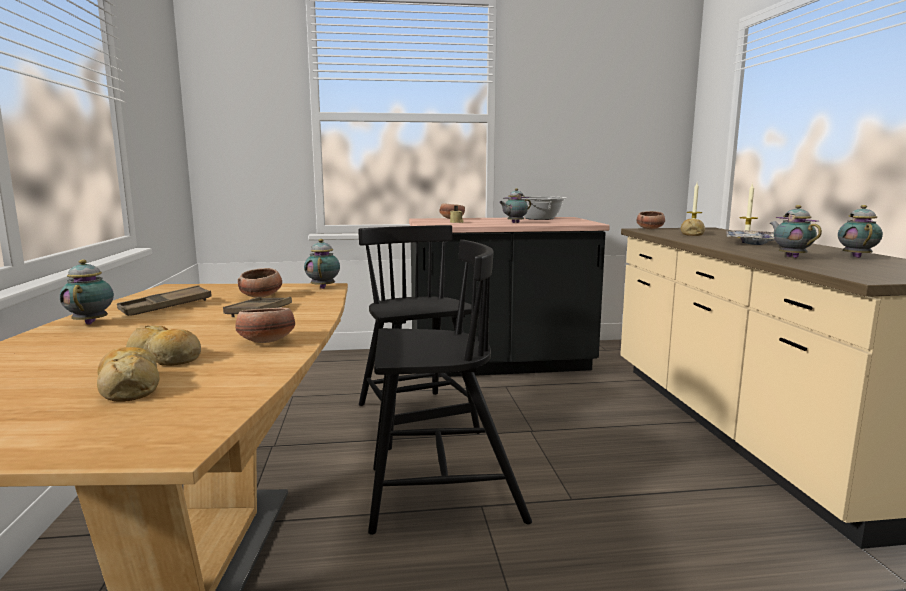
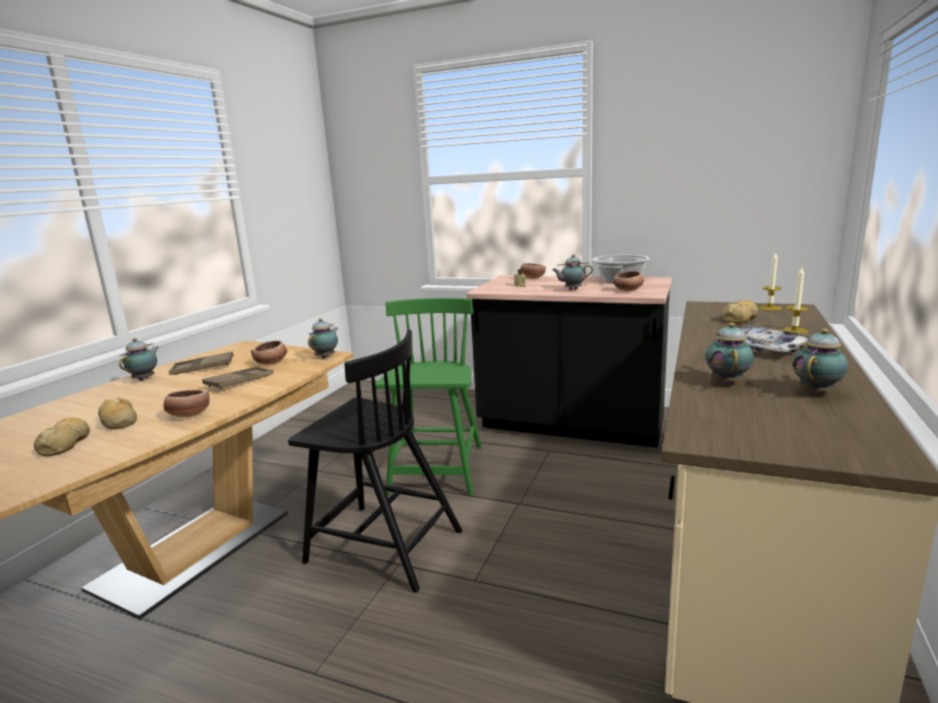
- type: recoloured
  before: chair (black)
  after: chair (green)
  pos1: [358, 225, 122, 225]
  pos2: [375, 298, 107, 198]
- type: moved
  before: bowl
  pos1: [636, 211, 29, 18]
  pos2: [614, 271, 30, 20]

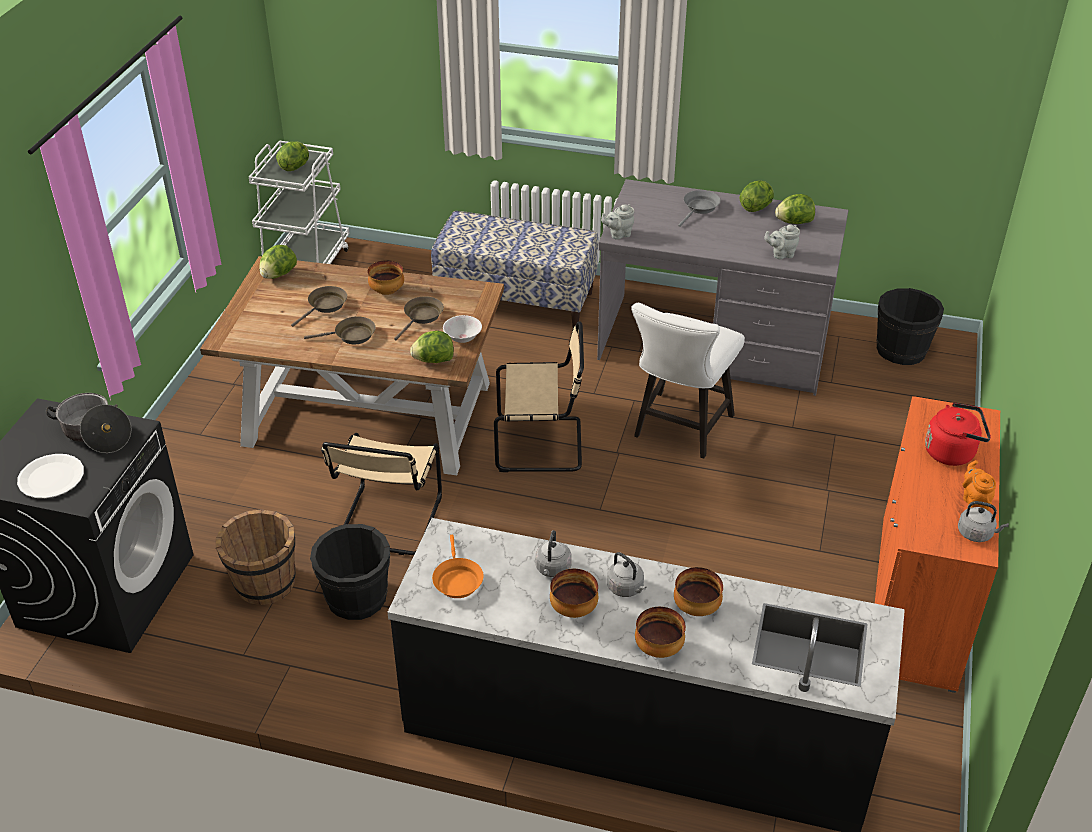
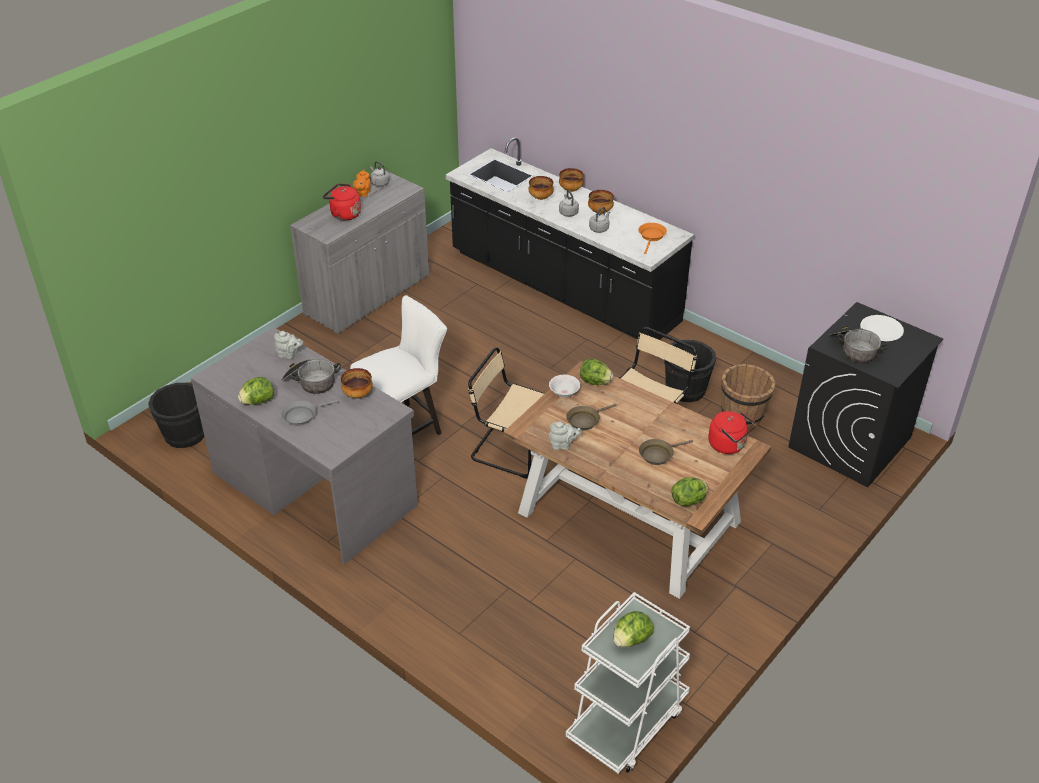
- type: added
  after: cooking pot
  pos2: [282, 359, 59, 35]
- type: recoloured
  before: cabinet (orange)
  after: cabinet (grey)
  pos1: [875, 396, 125, 297]
  pos2: [290, 171, 139, 163]
- type: moved
  before: bowl
  pos1: [367, 260, 37, 35]
  pos2: [341, 368, 32, 31]
- type: moved
  before: teapot (grey)
  pos1: [601, 204, 33, 36]
  pos2: [549, 421, 33, 29]
- type: added
  after: kettle (red)
  pos2: [708, 411, 48, 43]
- type: removed
  before: frying pan (brown)
  pos1: [304, 316, 72, 28]
- type: removed
  before: bench
  pos1: [431, 211, 167, 116]
- type: removed
  before: lettuce
  pos1: [775, 194, 40, 30]

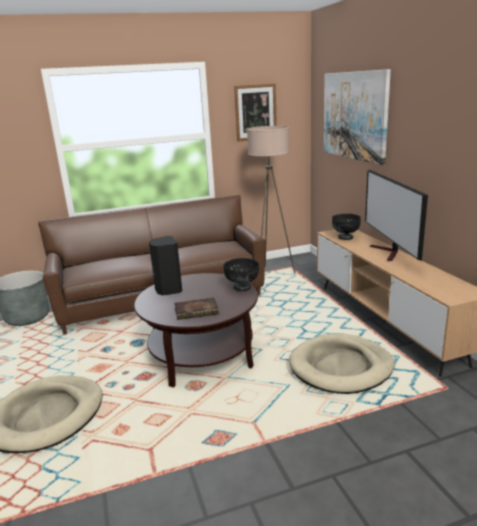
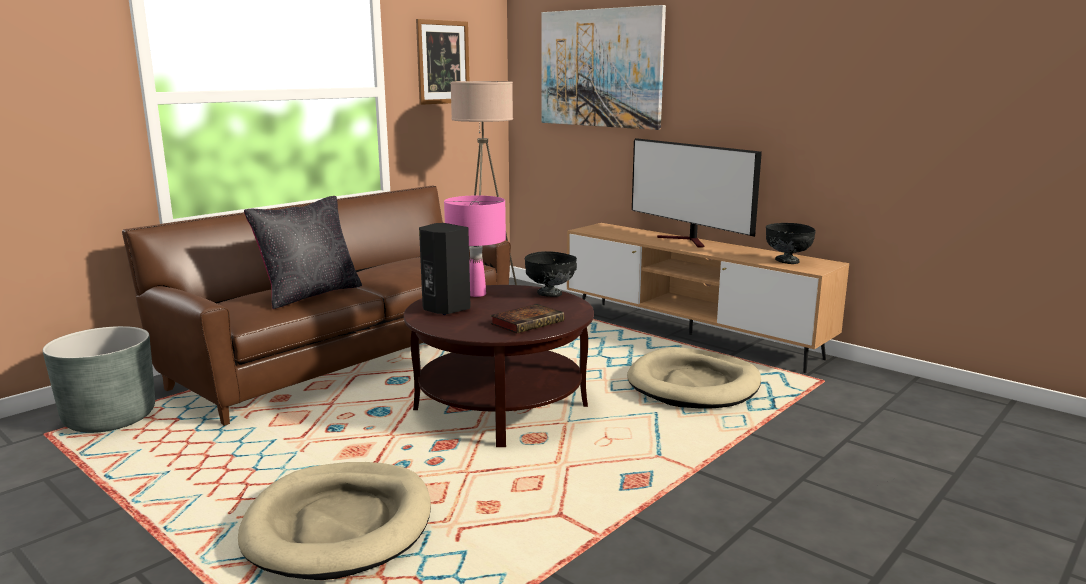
- type: added
  after: pillow (black)
  pos2: [244, 196, 118, 113]
- type: added
  after: table lamp (pink)
  pos2: [444, 195, 62, 102]
- type: moved
  before: bowl (black)
  pos1: [332, 214, 29, 26]
  pos2: [766, 223, 50, 41]

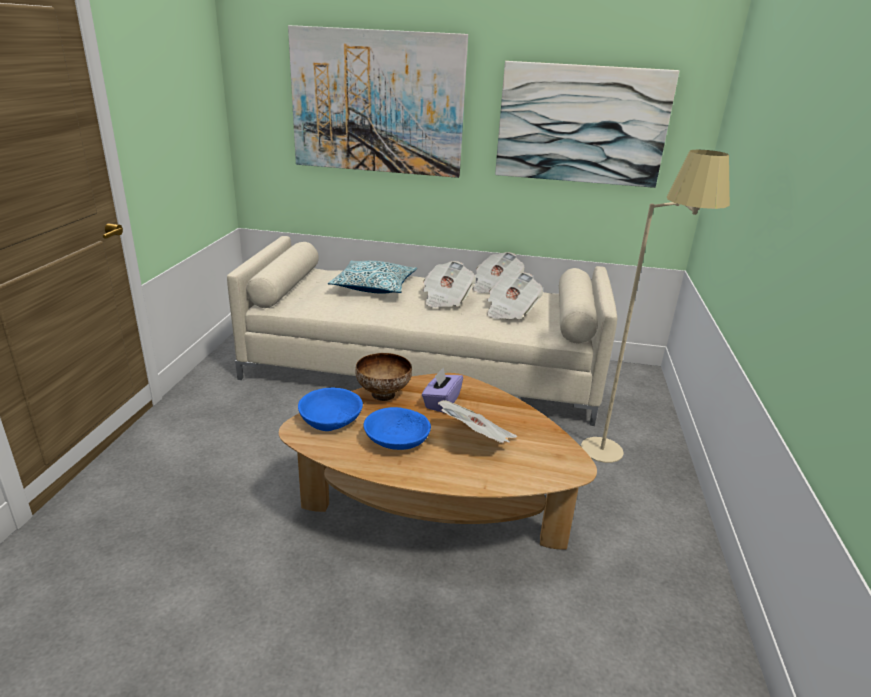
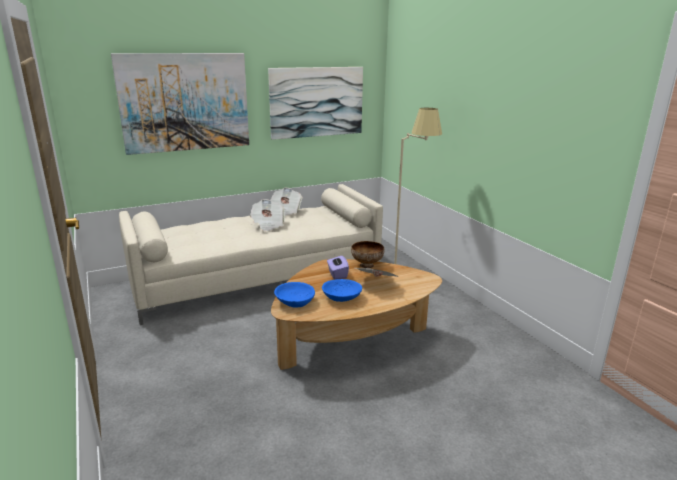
- type: moved
  before: bowl
  pos1: [355, 353, 57, 48]
  pos2: [351, 241, 33, 27]
- type: removed
  before: pillow
  pos1: [328, 261, 89, 33]
- type: removed
  before: newspaper
  pos1: [487, 272, 56, 47]

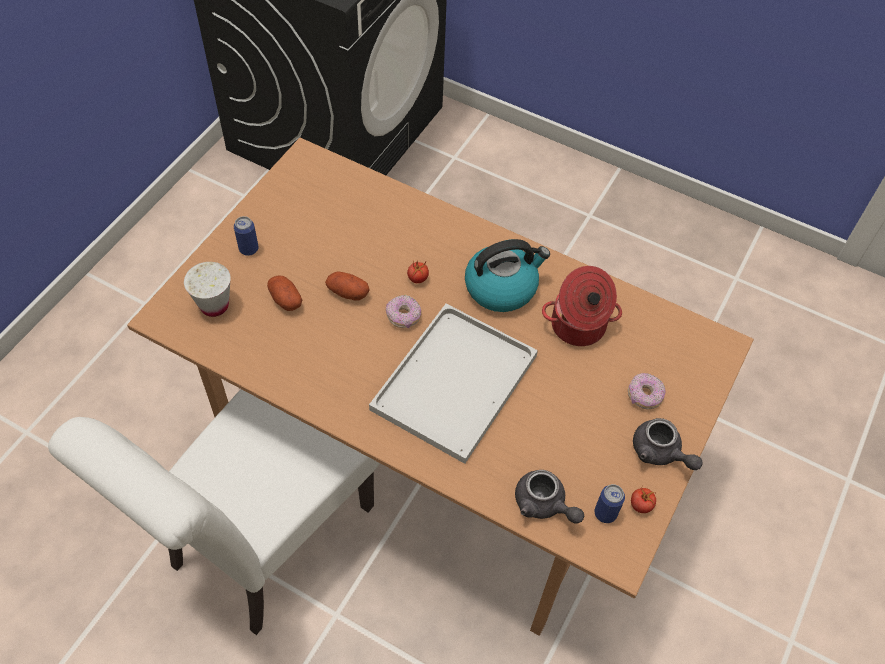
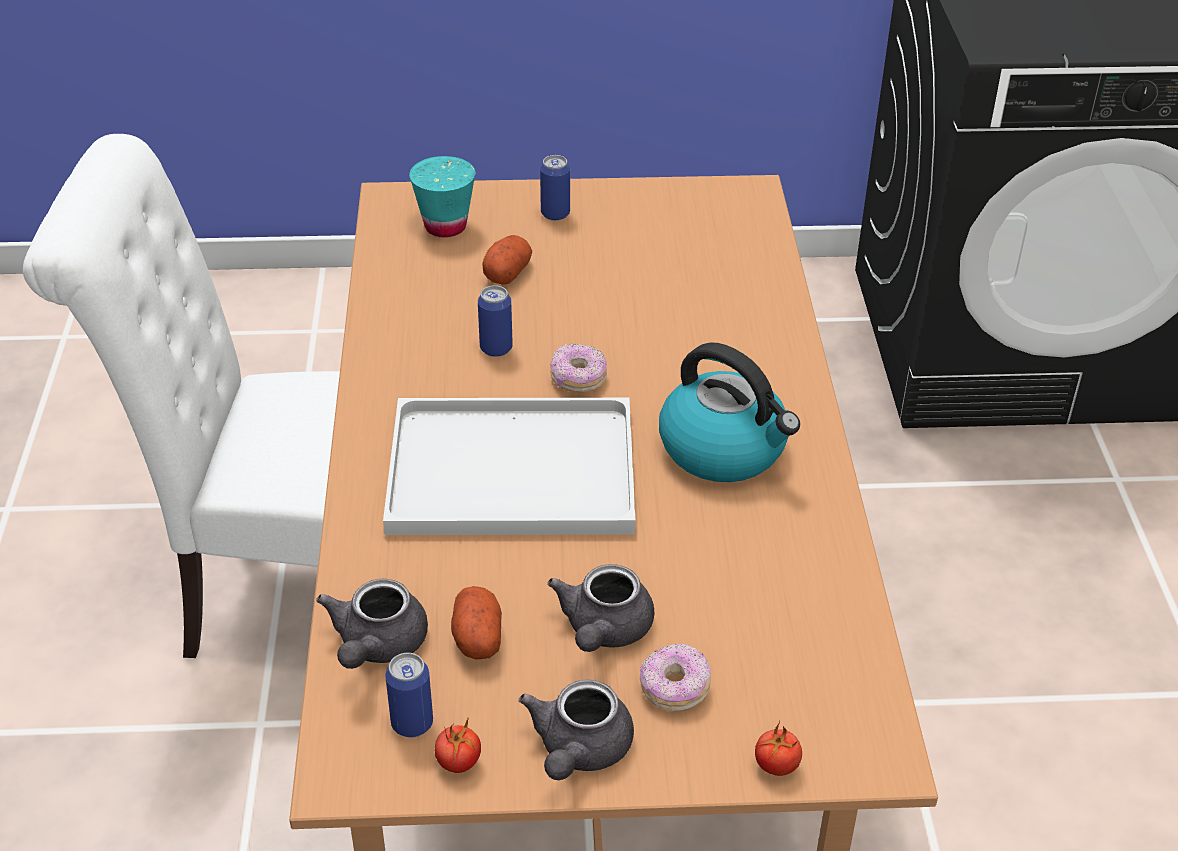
- type: recoloured
  before: cup (white)
  after: cup (turquoise)
  pos1: [184, 262, 47, 55]
  pos2: [409, 156, 66, 82]
- type: moved
  before: potato
  pos1: [325, 271, 45, 30]
  pos2: [451, 586, 51, 74]
- type: added
  after: can
  pos2: [478, 285, 35, 72]
- type: added
  after: teapot (grey)
  pos2: [547, 564, 107, 88]
- type: moved
  before: tomato
  pos1: [407, 260, 22, 23]
  pos2: [755, 720, 47, 56]
- type: removed
  before: cooking pot
  pos1: [542, 266, 80, 80]

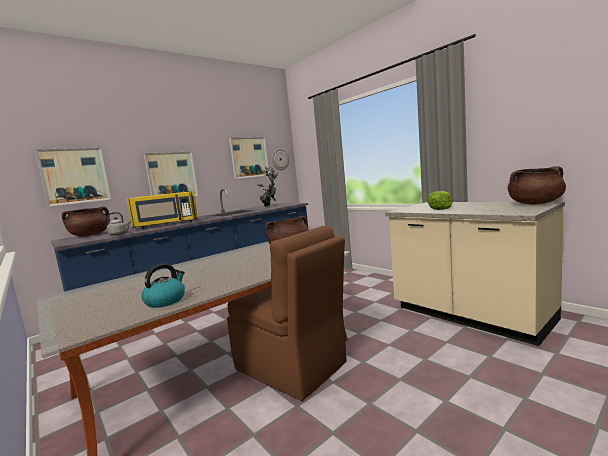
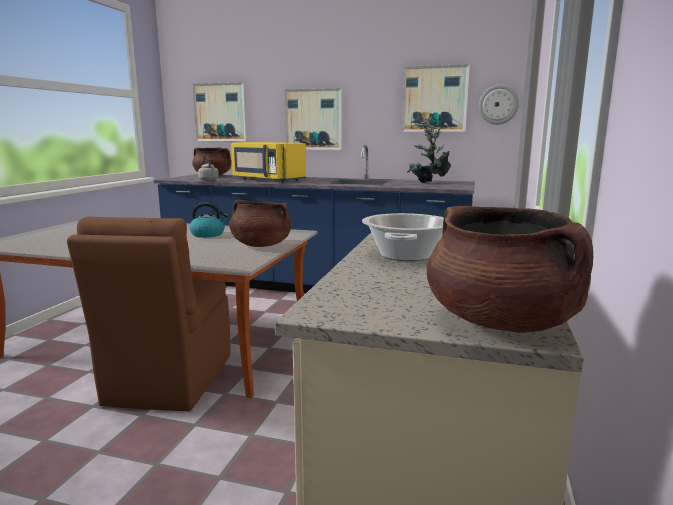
- type: moved
  before: kettle
  pos1: [141, 264, 44, 44]
  pos2: [189, 203, 40, 35]
- type: replaced
  before: lettuce
  after: cooking pot
  pos1: [427, 191, 25, 19]
  pos2: [362, 213, 82, 48]

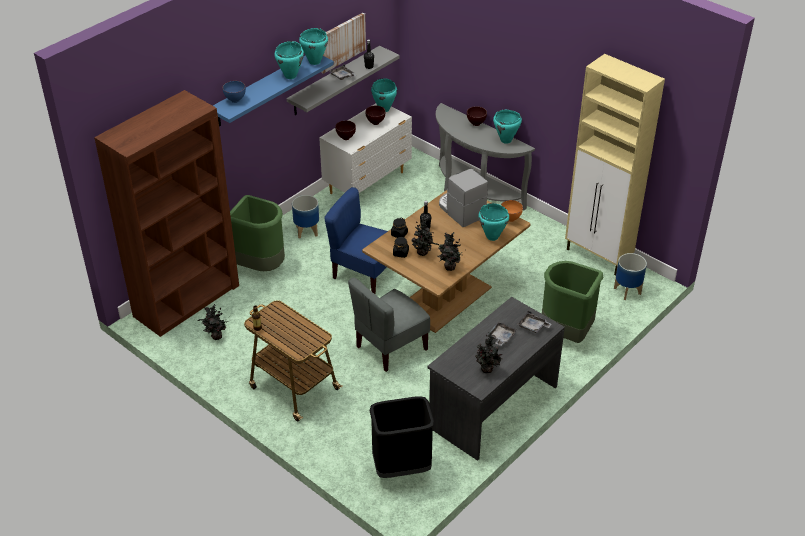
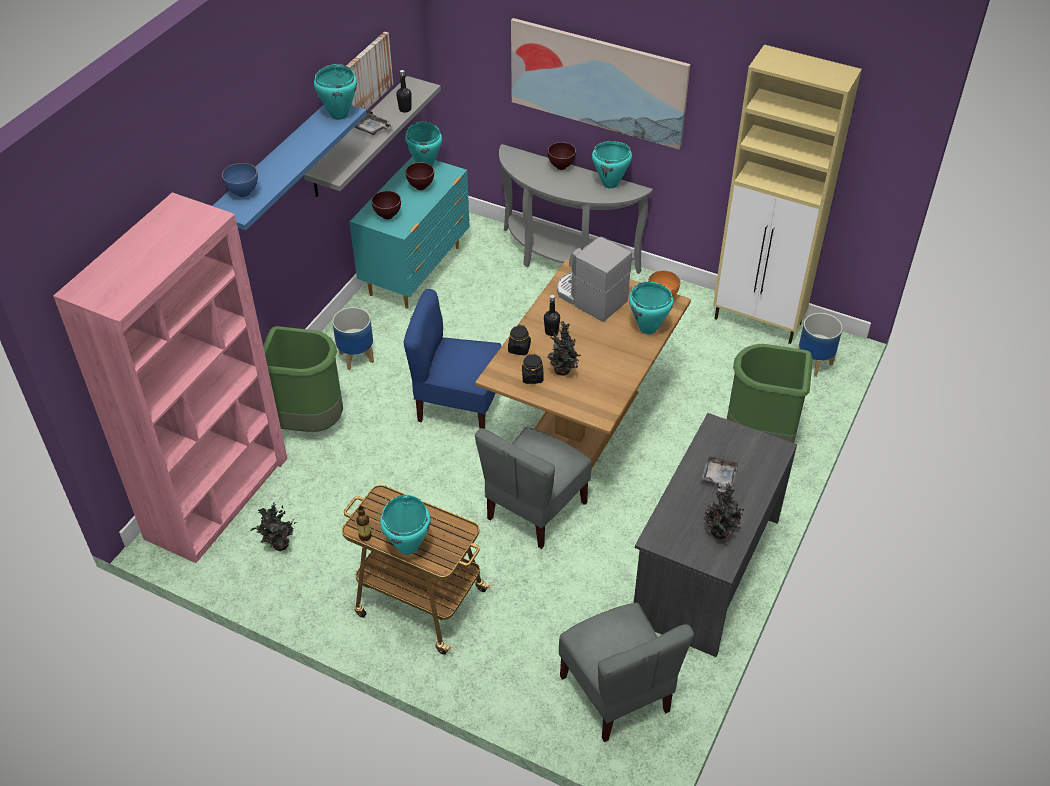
- type: recoloured
  before: bookcase (brown)
  after: bookcase (pink)
  pos1: [94, 90, 145, 247]
  pos2: [53, 192, 234, 371]
- type: recoloured
  before: dresser (white)
  after: dresser (turquoise)
  pos1: [319, 103, 93, 91]
  pos2: [349, 156, 121, 153]
- type: moved
  before: cooking pot (turquoise)
  pos1: [274, 41, 30, 38]
  pos2: [380, 495, 50, 60]
- type: added
  after: picture
  pos2: [511, 18, 179, 132]
- type: replaced
  before: trash can (black)
  after: chair (grey)
  pos1: [369, 396, 66, 82]
  pos2: [559, 603, 135, 139]
- type: removed
  before: potted plant
  pos1: [435, 232, 27, 39]
- type: removed
  before: tray (grey)
  pos1: [518, 311, 34, 22]

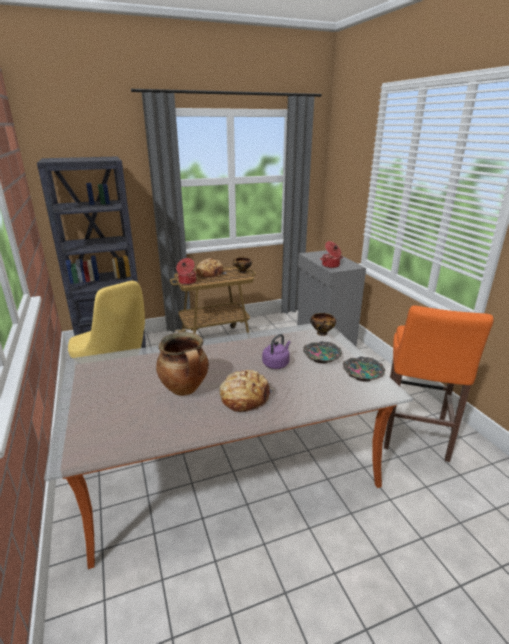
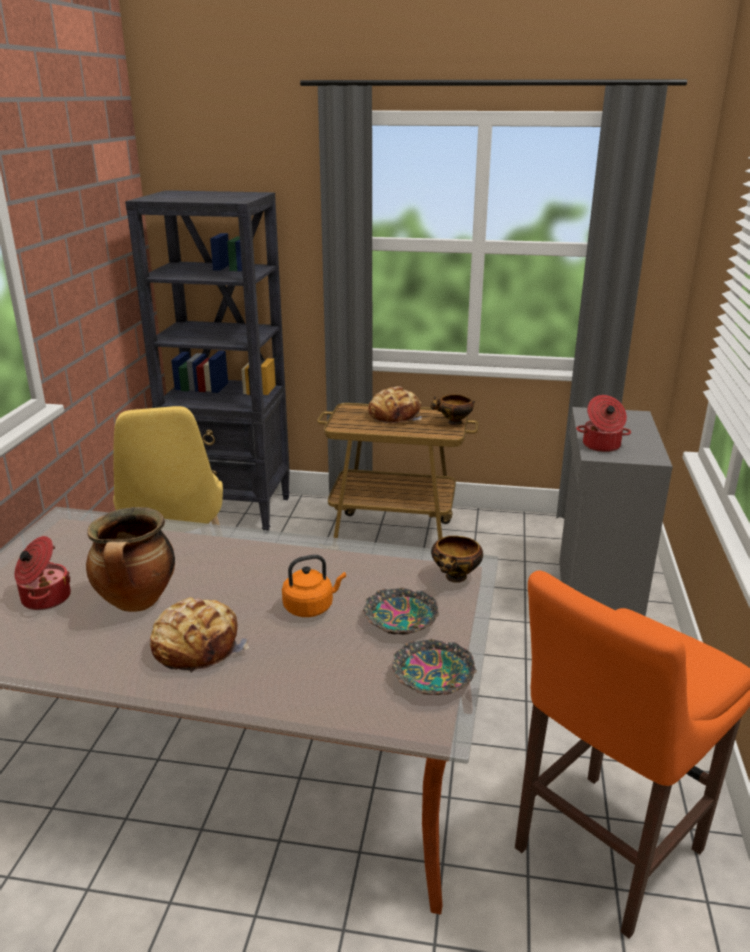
- type: moved
  before: cooking pot
  pos1: [176, 258, 20, 27]
  pos2: [14, 536, 57, 74]
- type: recoloured
  before: kettle (purple)
  after: kettle (orange)
  pos1: [262, 334, 29, 35]
  pos2: [282, 555, 64, 62]

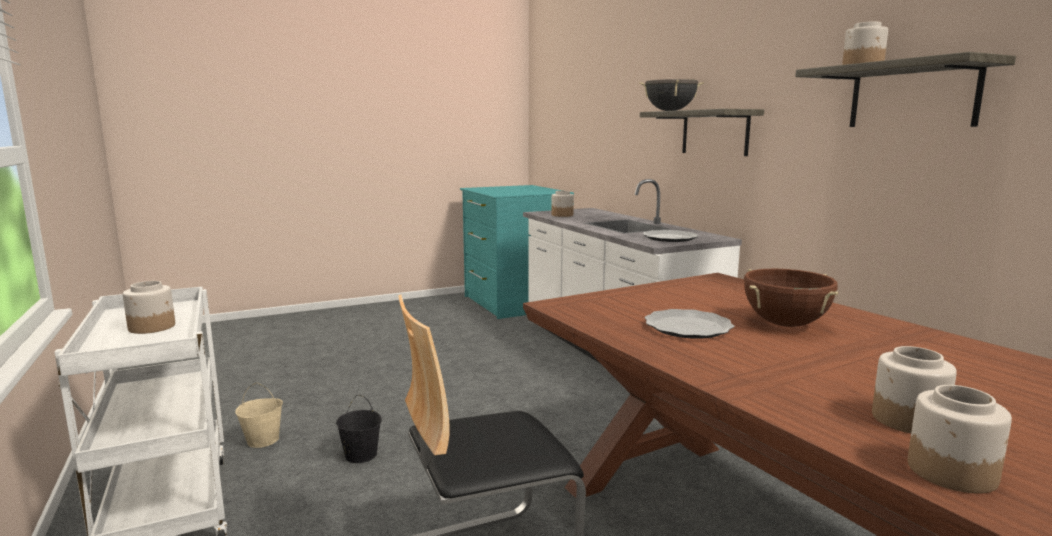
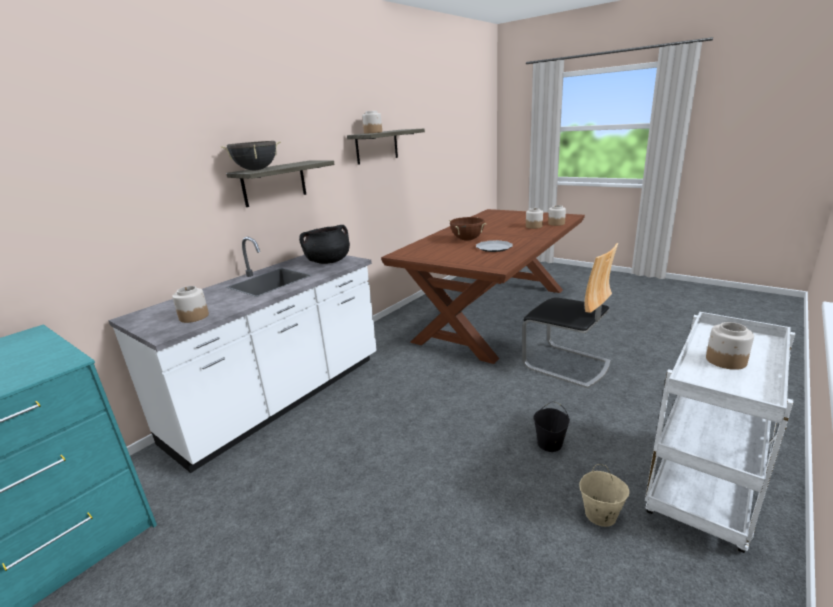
- type: replaced
  before: plate
  after: cooking pot (black)
  pos1: [643, 230, 55, 12]
  pos2: [299, 225, 51, 39]

